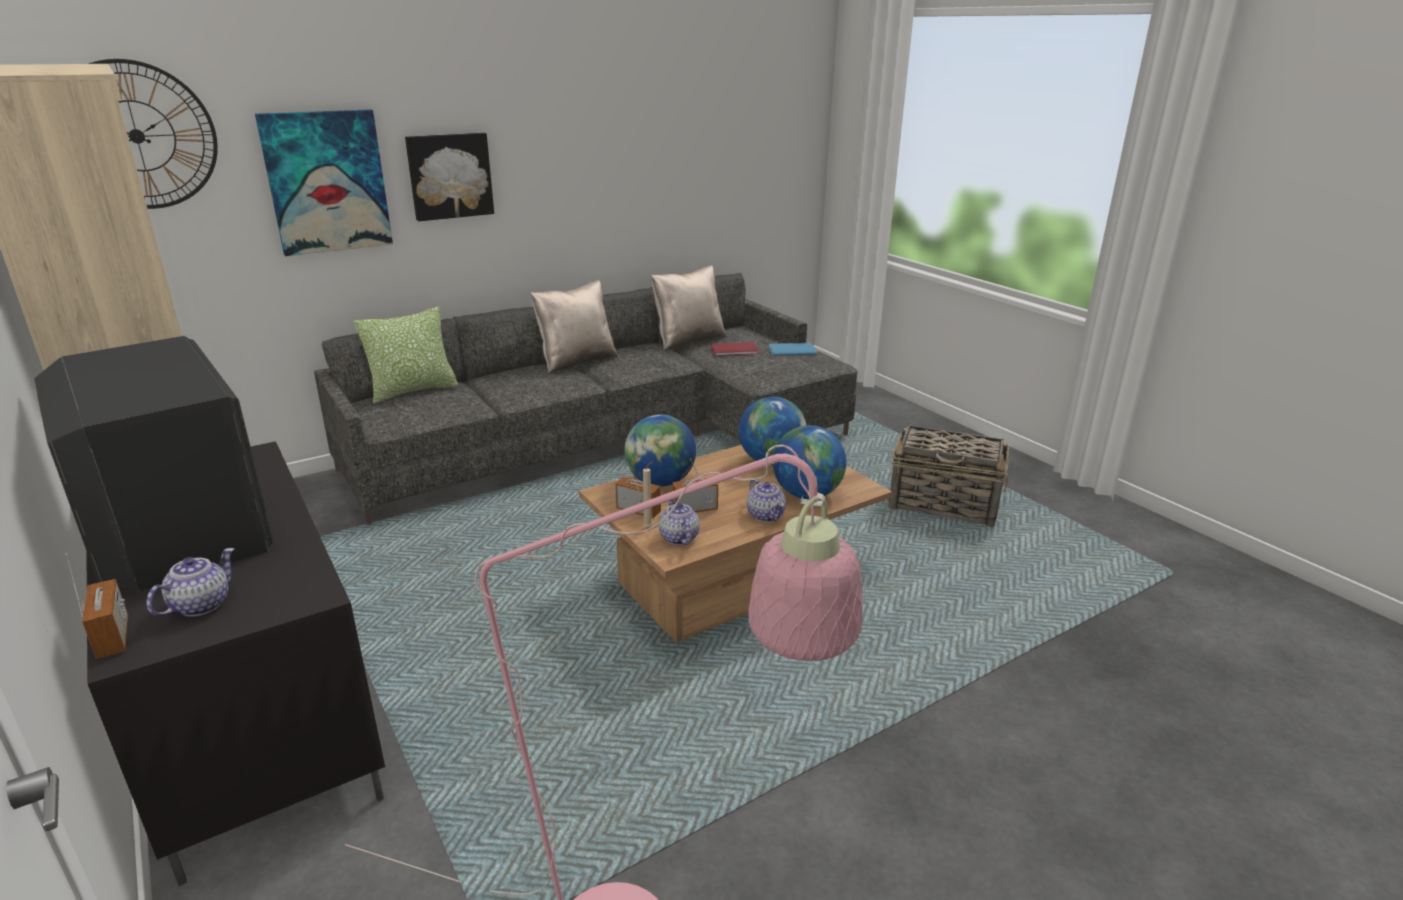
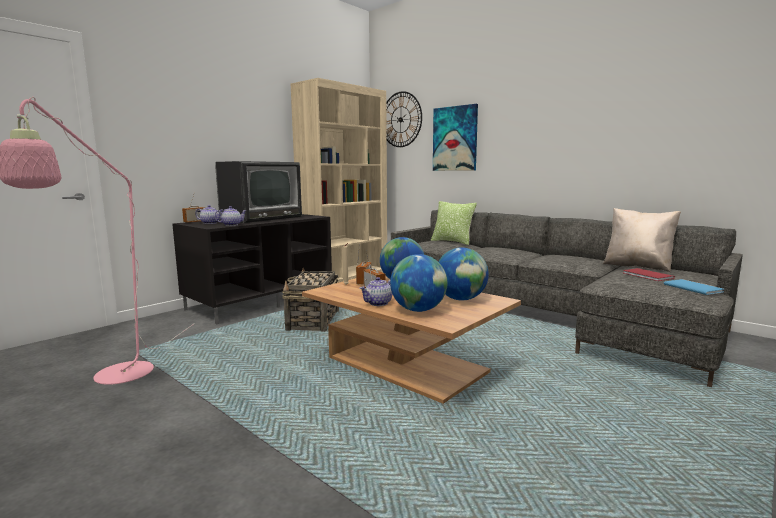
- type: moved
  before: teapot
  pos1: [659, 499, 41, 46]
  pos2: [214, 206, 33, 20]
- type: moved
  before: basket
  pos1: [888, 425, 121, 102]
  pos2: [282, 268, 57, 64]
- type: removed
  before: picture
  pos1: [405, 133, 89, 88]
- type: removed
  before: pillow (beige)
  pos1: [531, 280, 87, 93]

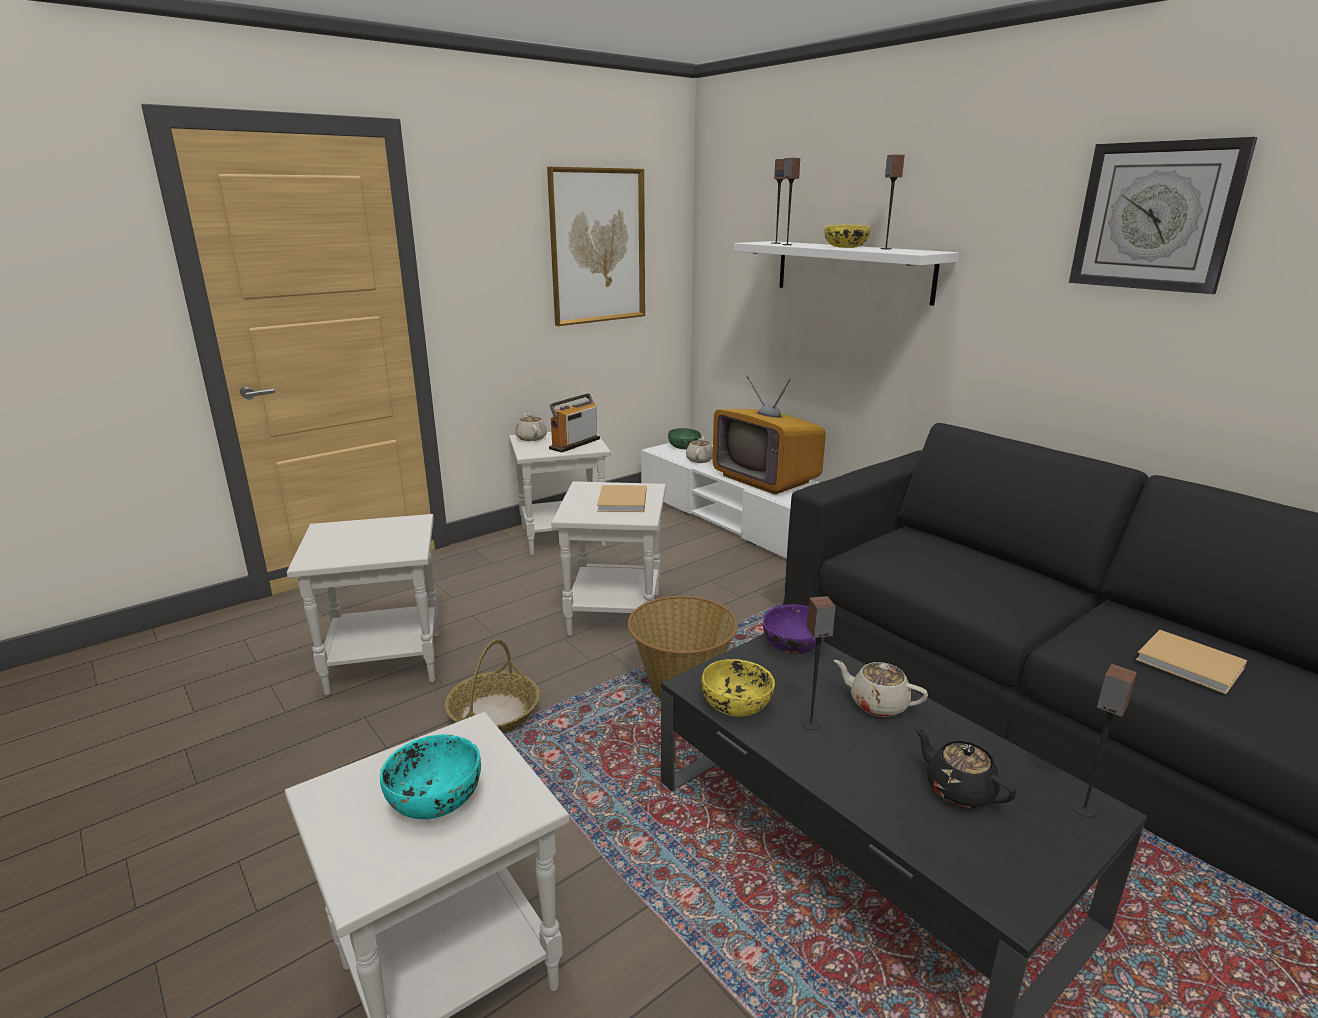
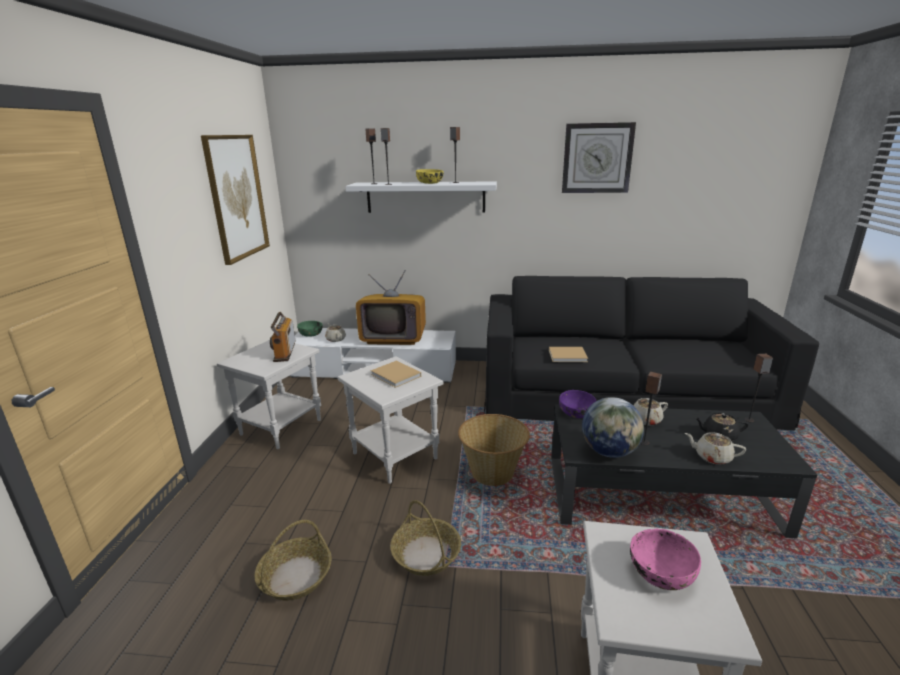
- type: replaced
  before: side table (white)
  after: basket
  pos1: [287, 514, 152, 181]
  pos2: [254, 520, 78, 81]
- type: moved
  before: book (beige)
  pos1: [1136, 630, 111, 64]
  pos2: [549, 347, 39, 15]
- type: replaced
  before: bowl (yellow)
  after: globe
  pos1: [702, 659, 73, 58]
  pos2: [582, 397, 62, 61]
- type: recoloured
  before: bowl (turquoise)
  after: bowl (pink)
  pos1: [380, 734, 101, 85]
  pos2: [630, 529, 71, 61]
- type: moved
  before: teapot (beige)
  pos1: [515, 413, 32, 28]
  pos2: [685, 432, 61, 33]

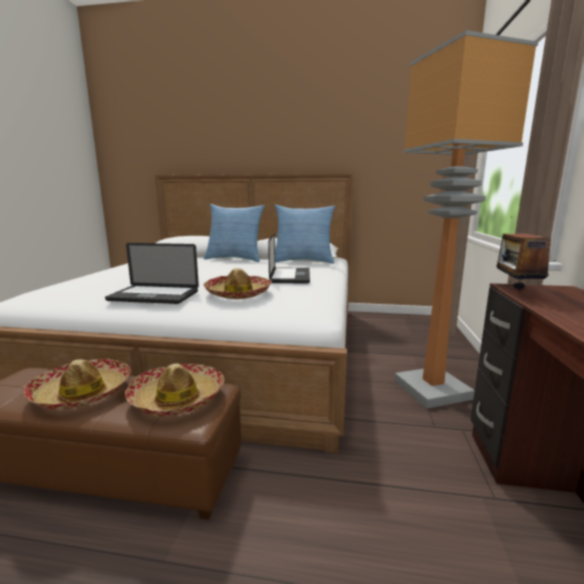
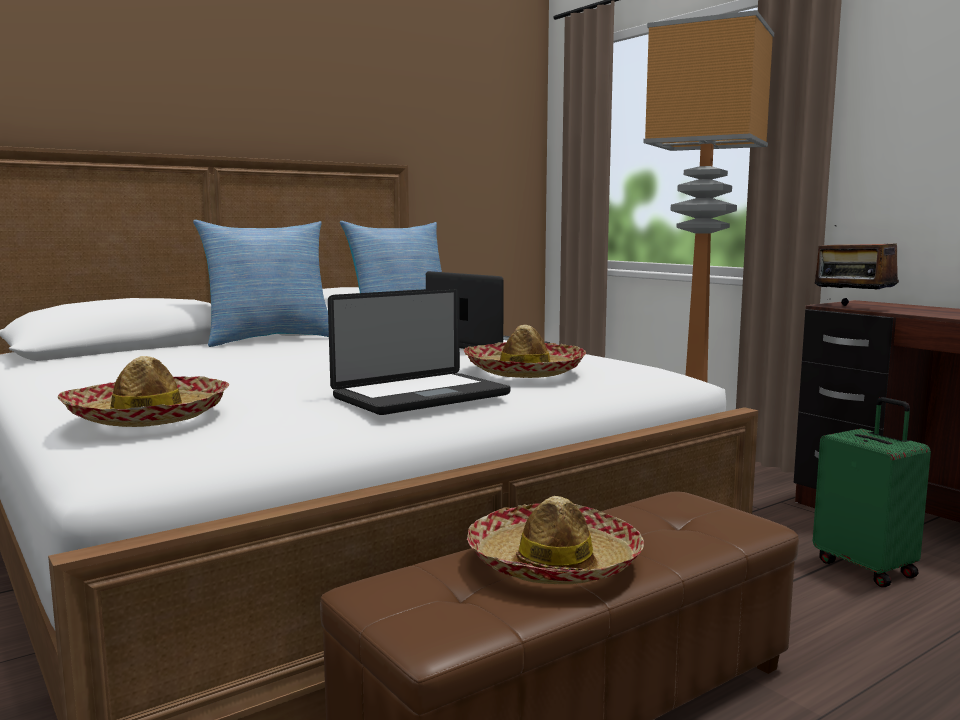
- type: moved
  before: hat
  pos1: [125, 363, 99, 53]
  pos2: [58, 356, 171, 71]
- type: added
  after: suitcase (green)
  pos2: [813, 397, 118, 190]

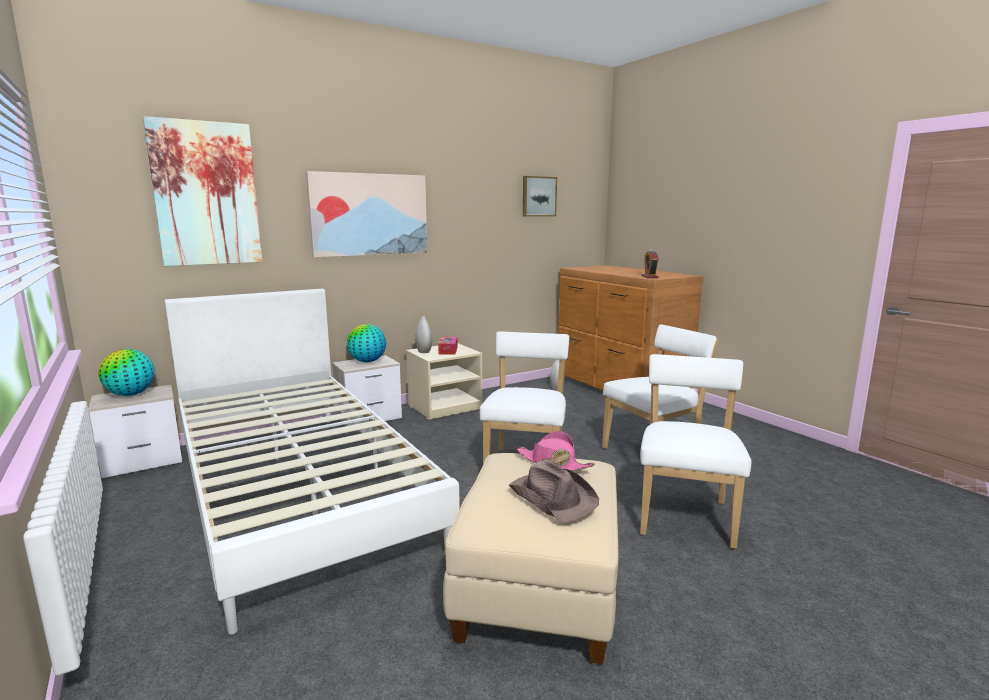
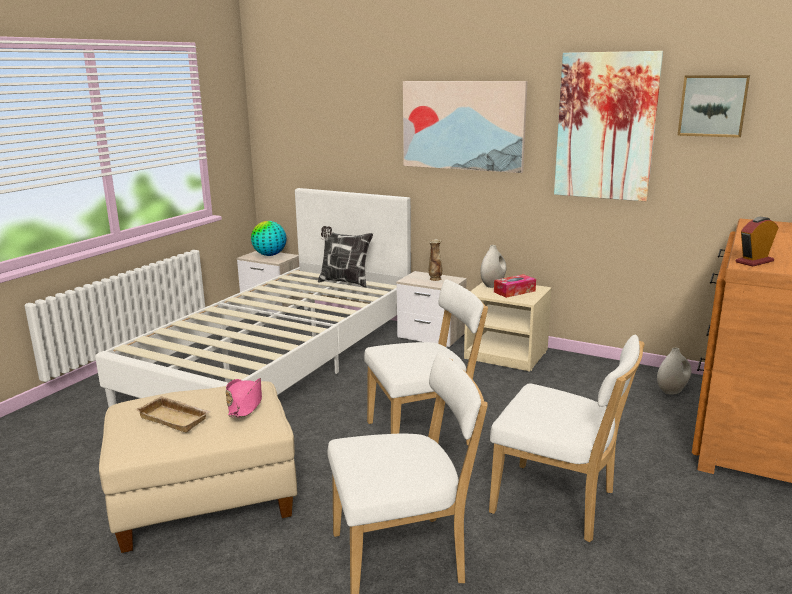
- type: replaced
  before: hat (brown)
  after: tray (beige)
  pos1: [509, 460, 90, 62]
  pos2: [135, 396, 75, 36]
- type: added
  after: pillow
  pos2: [318, 226, 55, 62]
- type: replaced
  before: globe
  after: vase
  pos1: [347, 324, 39, 38]
  pos2: [429, 239, 13, 42]
- type: moved
  before: picture
  pos1: [143, 116, 120, 150]
  pos2: [554, 51, 109, 151]

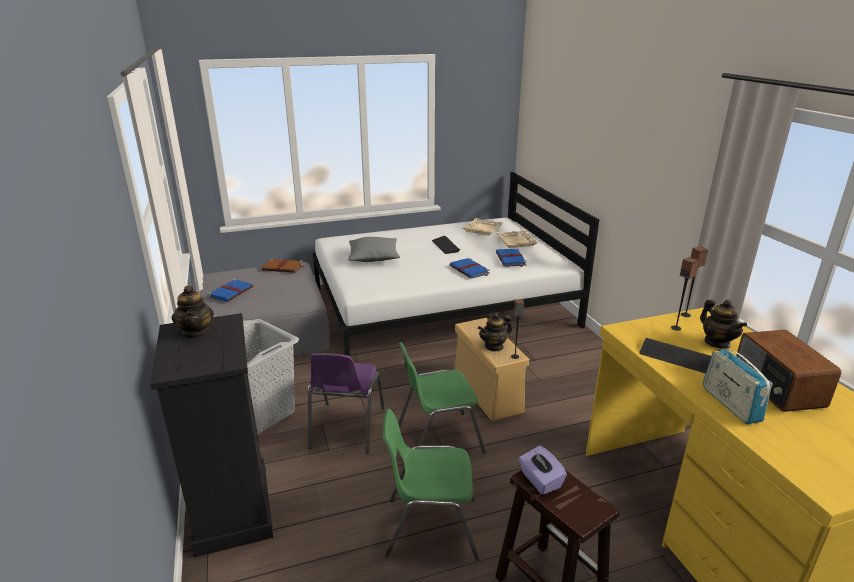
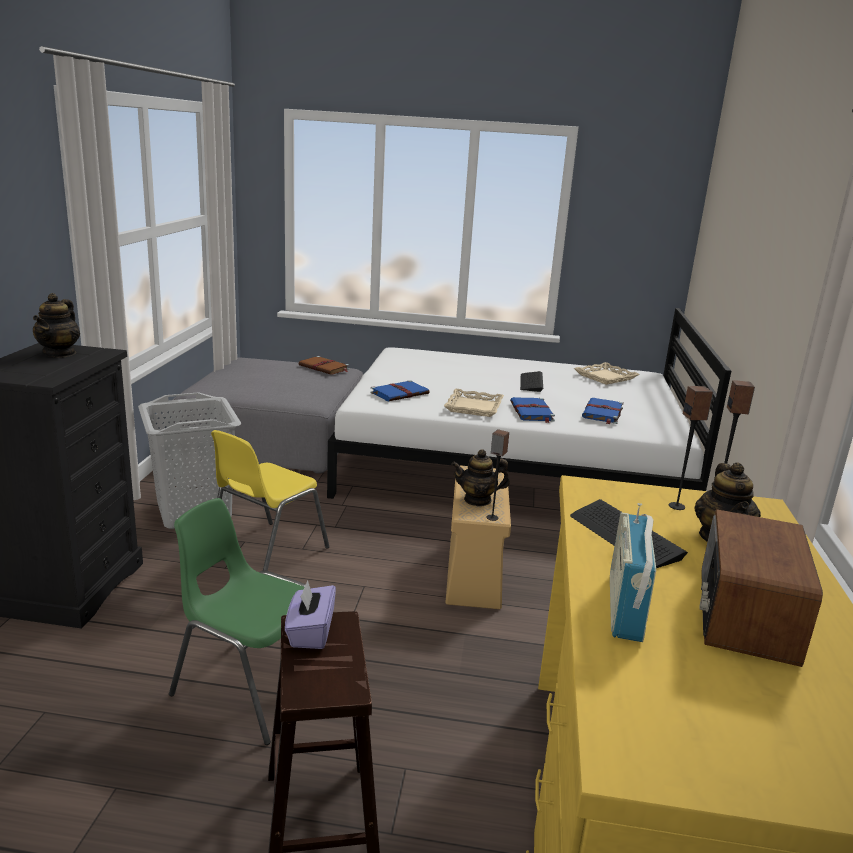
- type: recoloured
  before: chair (purple)
  after: chair (yellow)
  pos1: [308, 353, 76, 101]
  pos2: [211, 430, 118, 141]
- type: moved
  before: book (blue)
  pos1: [208, 279, 45, 23]
  pos2: [371, 380, 59, 21]
- type: moved
  before: tray (beige)
  pos1: [495, 230, 43, 18]
  pos2: [444, 389, 60, 28]
- type: removed
  before: pillow (grey)
  pos1: [348, 237, 52, 25]
- type: removed
  before: chair (green)
  pos1: [398, 342, 88, 111]

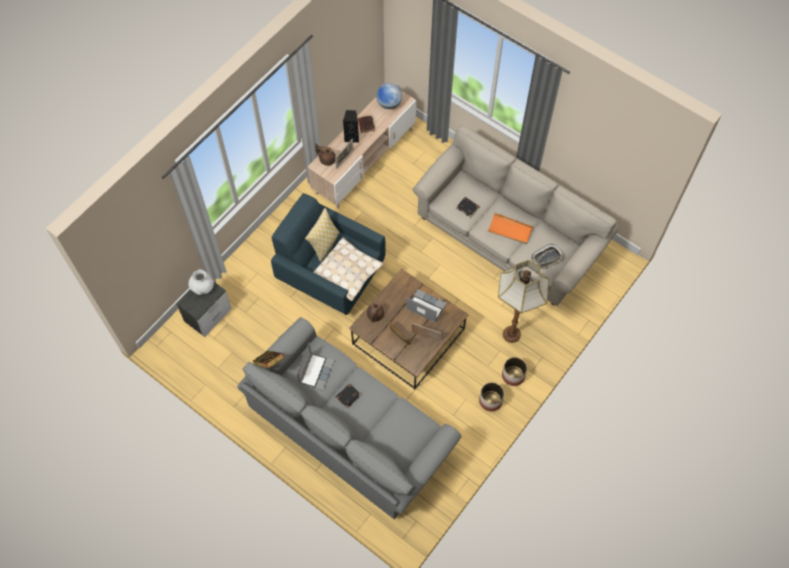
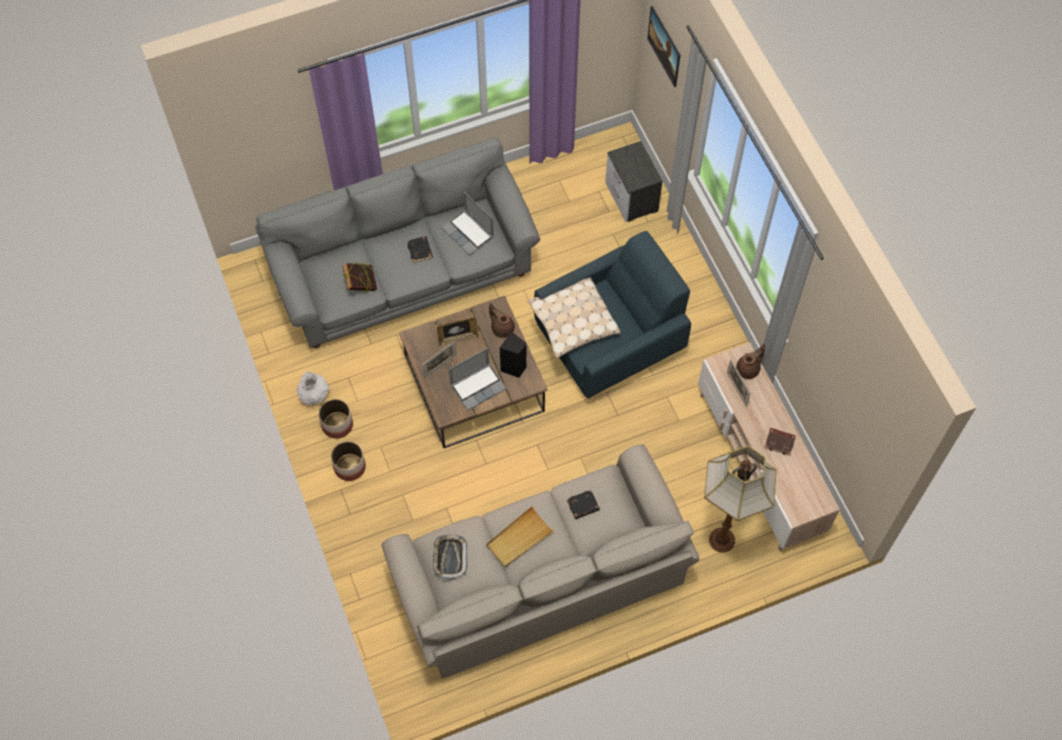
- type: moved
  before: vase (white)
  pos1: [188, 269, 26, 26]
  pos2: [297, 372, 33, 34]
- type: moved
  before: book
  pos1: [252, 351, 32, 17]
  pos2: [342, 262, 35, 30]
- type: recoloured
  before: tray (orange)
  after: tray (beige)
  pos1: [488, 213, 45, 31]
  pos2: [486, 506, 67, 61]
- type: moved
  before: speaker (black)
  pos1: [343, 110, 16, 32]
  pos2: [500, 331, 27, 47]
- type: added
  after: picture
  pos2: [647, 6, 33, 81]
- type: moved
  before: floor lamp
  pos1: [498, 260, 51, 83]
  pos2: [704, 446, 73, 107]
- type: removed
  before: pillow
  pos1: [305, 208, 35, 54]
- type: removed
  before: globe
  pos1: [376, 83, 26, 26]

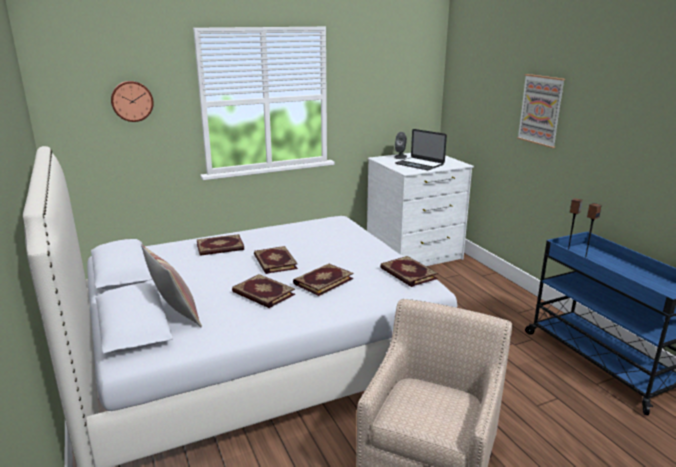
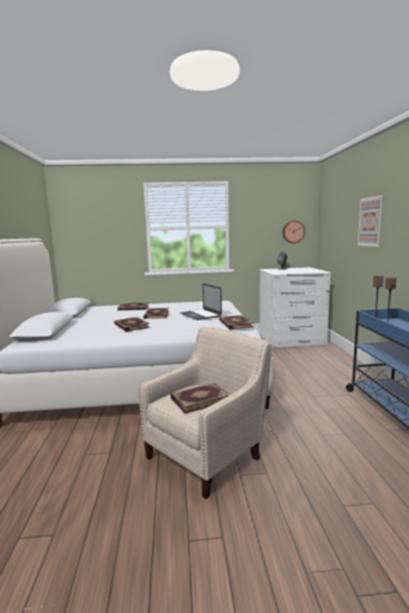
- type: moved
  before: book
  pos1: [293, 264, 61, 32]
  pos2: [170, 383, 60, 31]
- type: moved
  before: laptop
  pos1: [395, 129, 52, 41]
  pos2: [180, 283, 42, 37]
- type: moved
  before: wall clock
  pos1: [111, 81, 42, 41]
  pos2: [283, 221, 22, 22]
- type: removed
  before: pillow
  pos1: [141, 245, 61, 82]

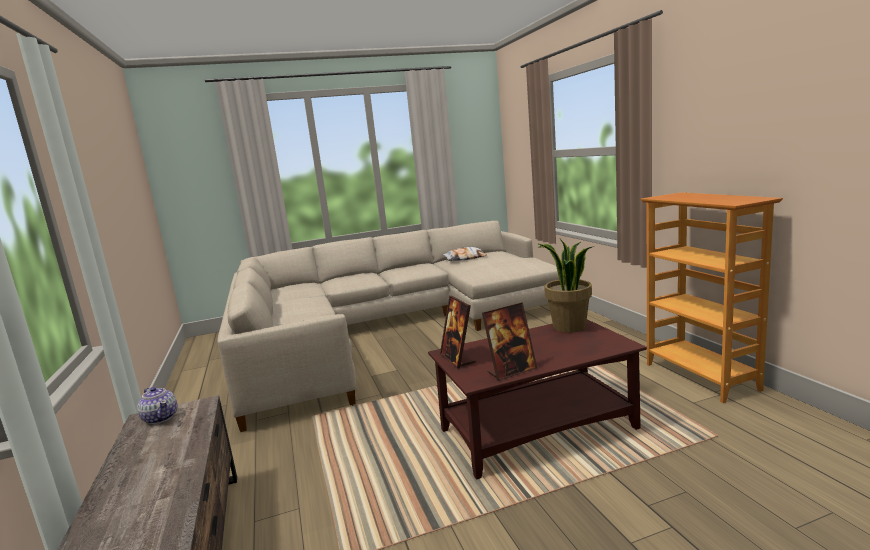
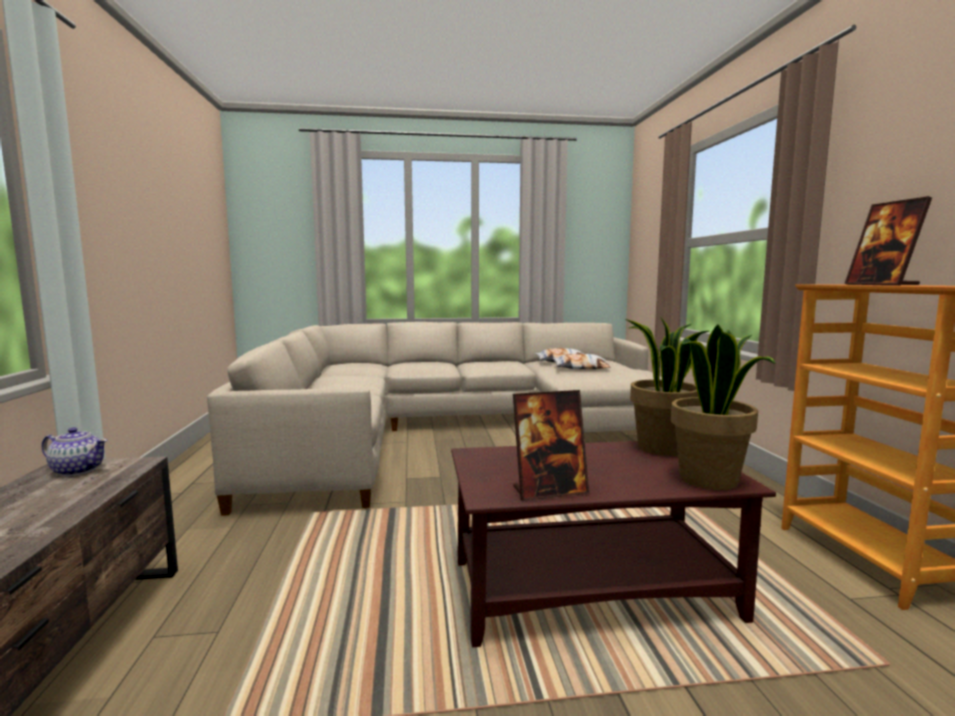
- type: turned
  before: teapot
  pos1: [137, 387, 41, 37]
  pos2: [42, 427, 66, 49]
  turn: -45
- type: added
  after: pillow
  pos2: [553, 354, 57, 15]
- type: added
  after: potted plant
  pos2: [671, 324, 105, 166]
- type: moved
  before: picture frame
  pos1: [440, 296, 36, 72]
  pos2: [844, 196, 88, 89]

